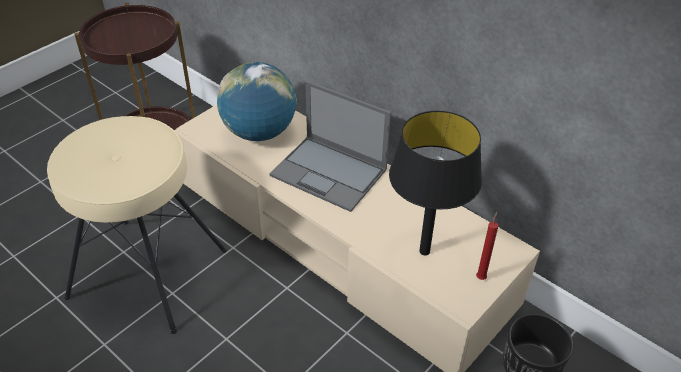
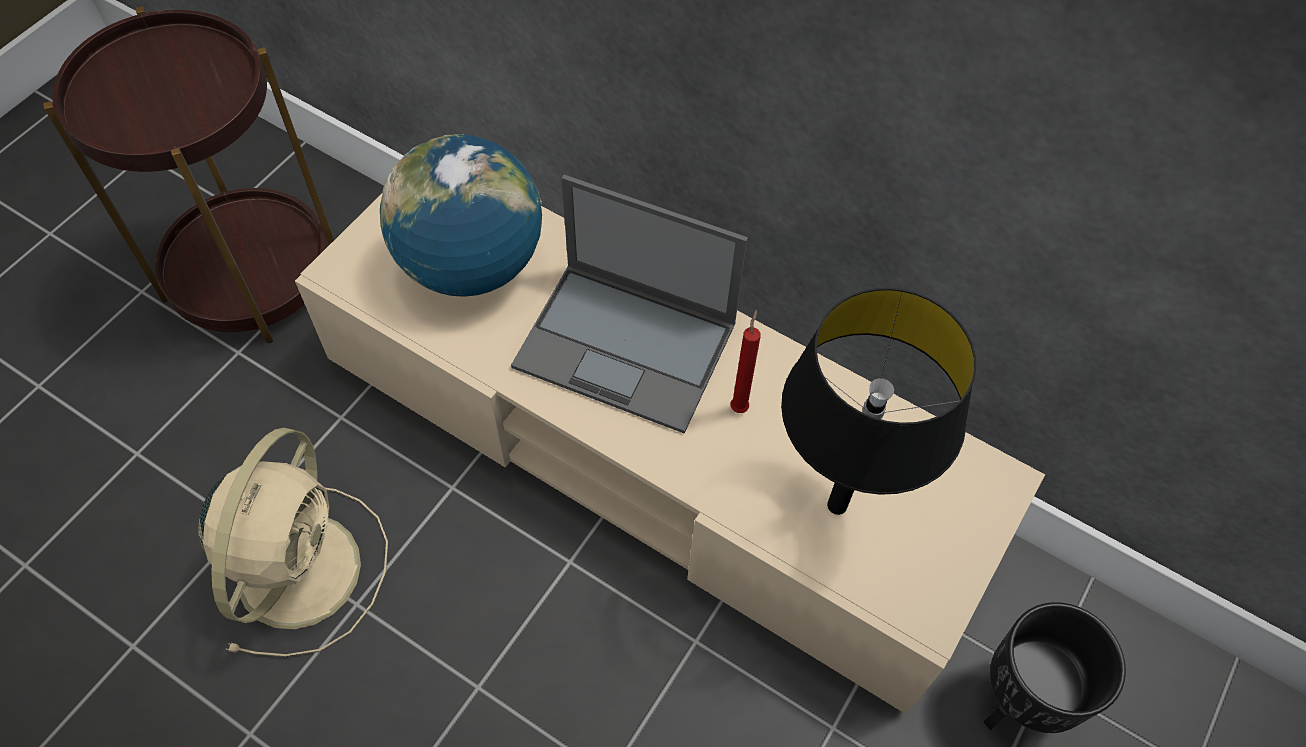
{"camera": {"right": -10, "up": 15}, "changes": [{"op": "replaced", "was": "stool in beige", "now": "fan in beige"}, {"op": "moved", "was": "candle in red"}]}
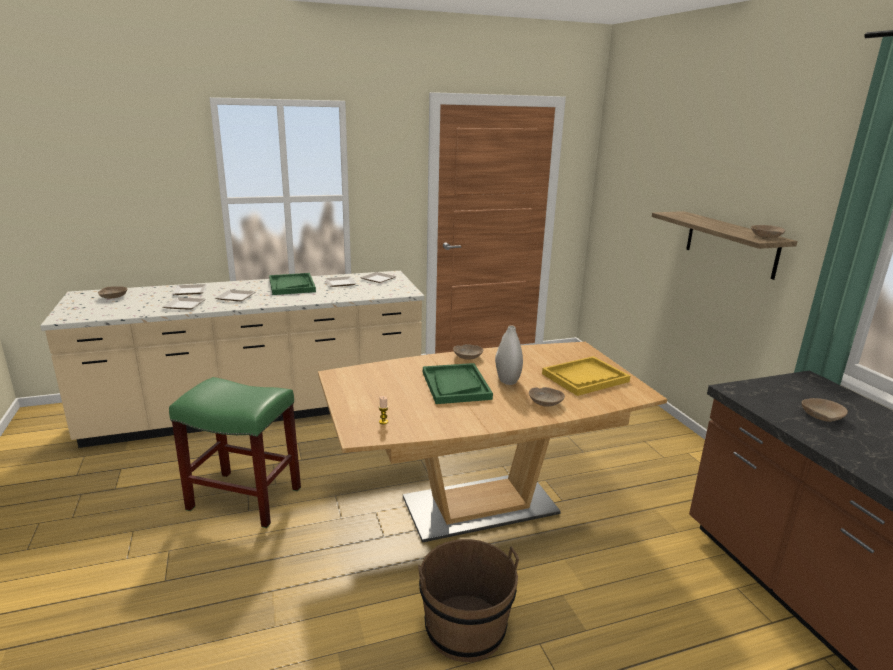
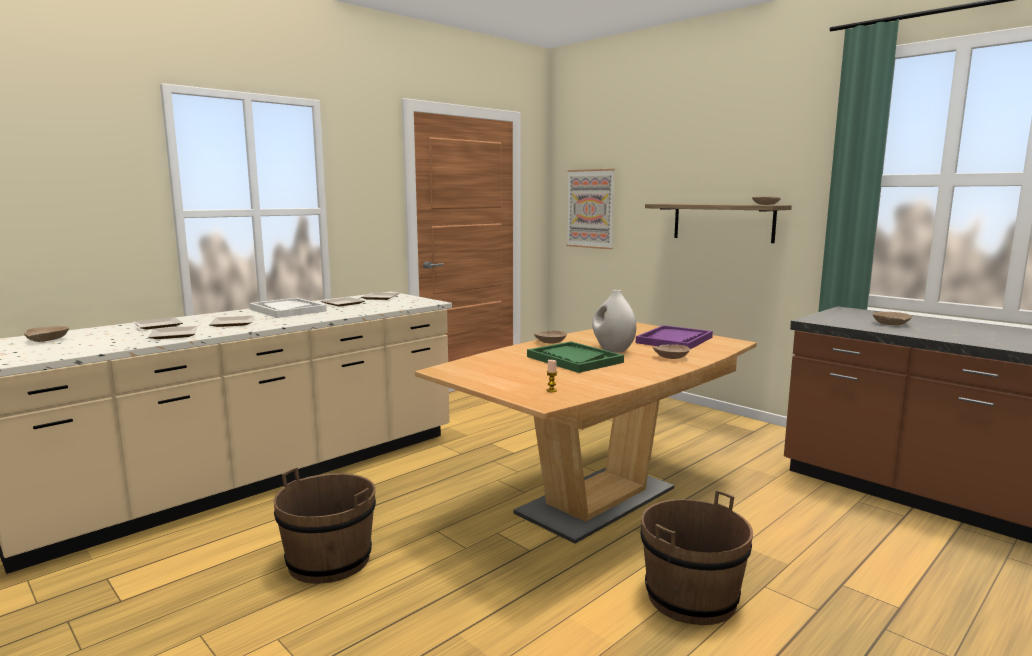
{"camera": {"right": -25, "up": -10}, "changes": [{"op": "replaced", "was": "stool in green", "now": "bucket in brown (1st from left)"}, {"op": "recoloured", "was": "tray in green (1st from left)", "now": "tray in white"}, {"op": "recoloured", "was": "tray in yellow", "now": "tray in purple"}, {"op": "added", "now": "picture"}]}
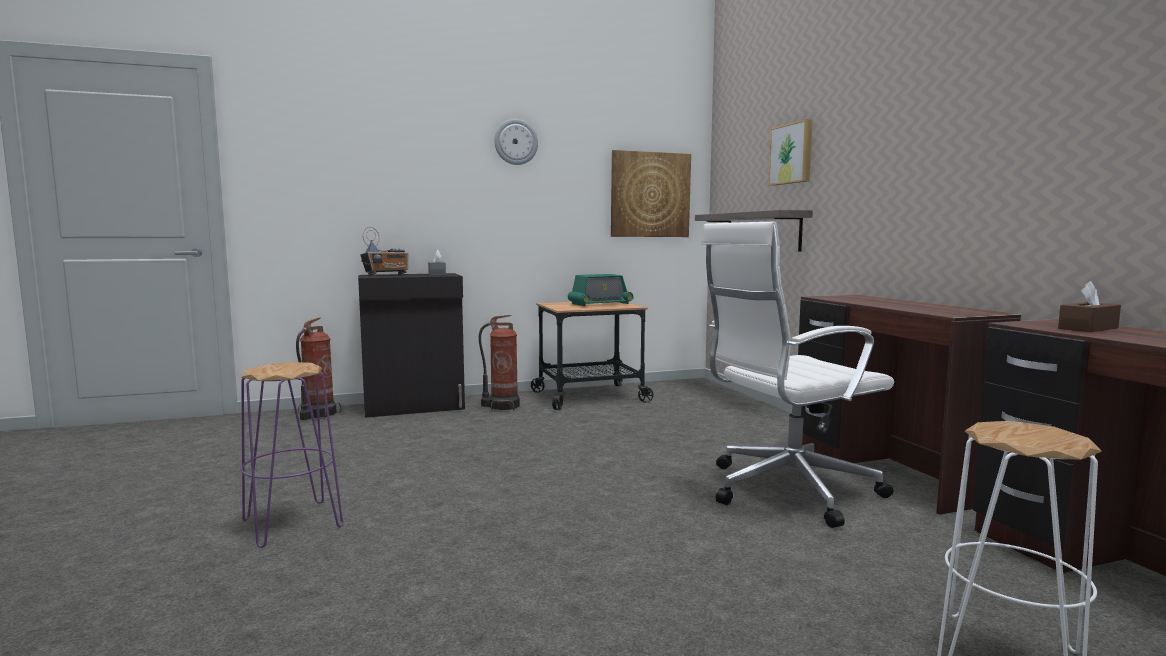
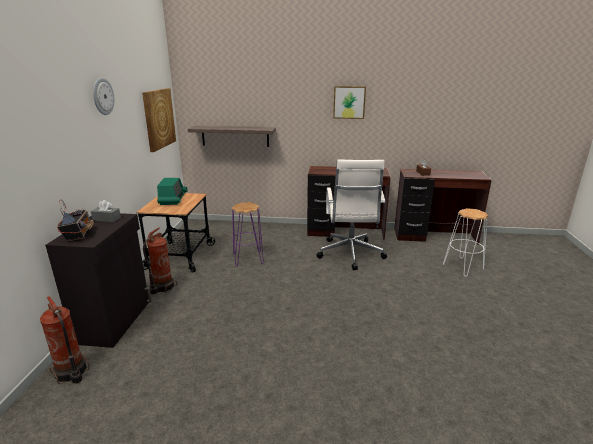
{"camera": {"right": -65, "up": 15}, "changes": [{"op": "moved", "was": "stool in purple"}, {"op": "moved", "was": "picture (2nd from left)"}]}
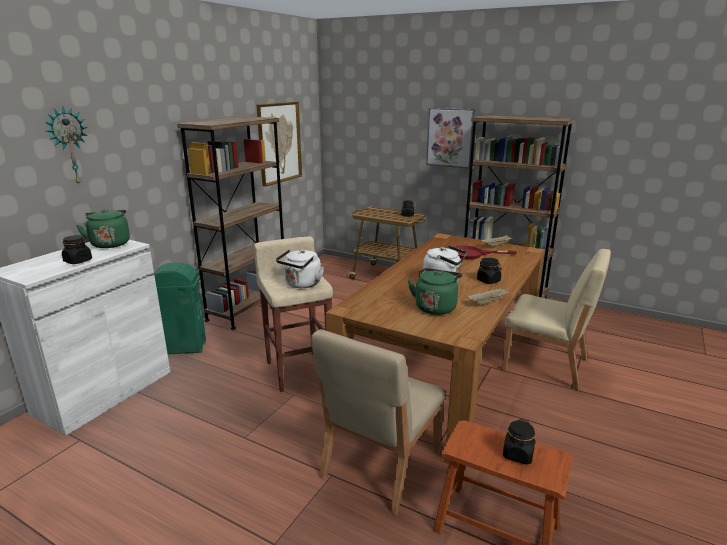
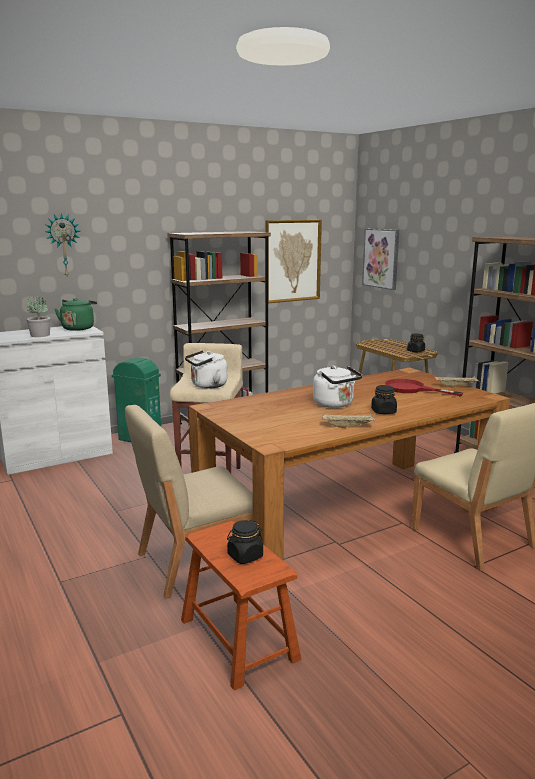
{"camera": {"right": 30, "up": -5}, "changes": [{"op": "replaced", "was": "jar in black (1st from left)", "now": "potted plant"}, {"op": "removed", "was": "kettle in green (2nd from left)"}, {"op": "moved", "was": "picture (2nd from left)"}]}
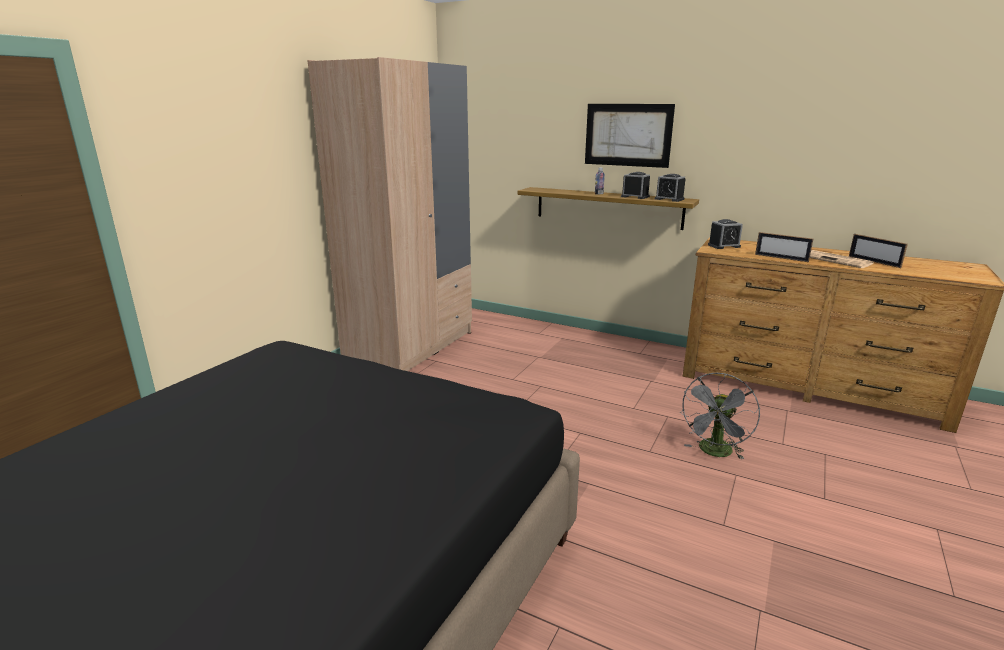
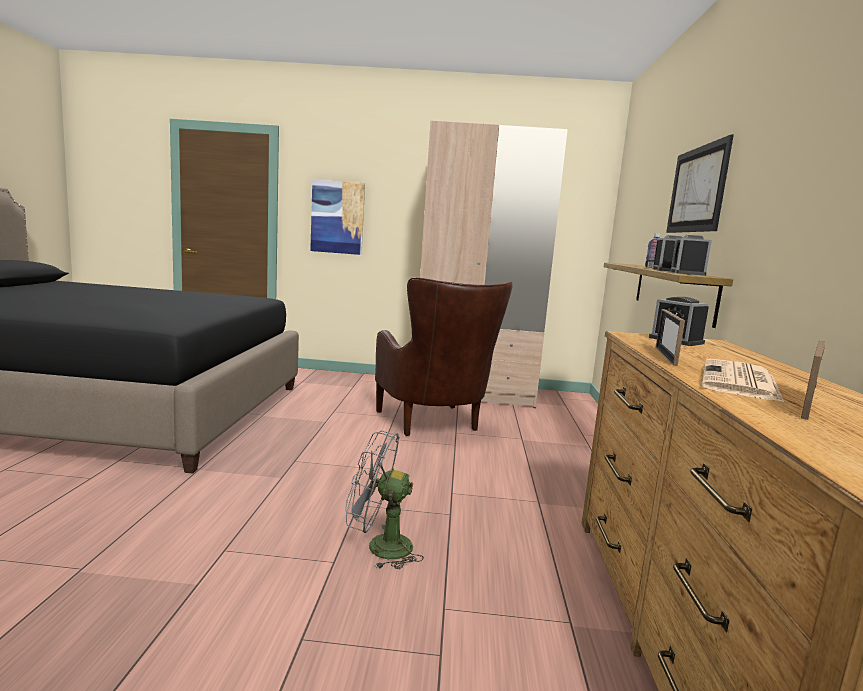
{"camera": {"right": 65, "up": -10}, "changes": [{"op": "added", "now": "picture (1st from left)"}, {"op": "added", "now": "armchair in brown"}]}
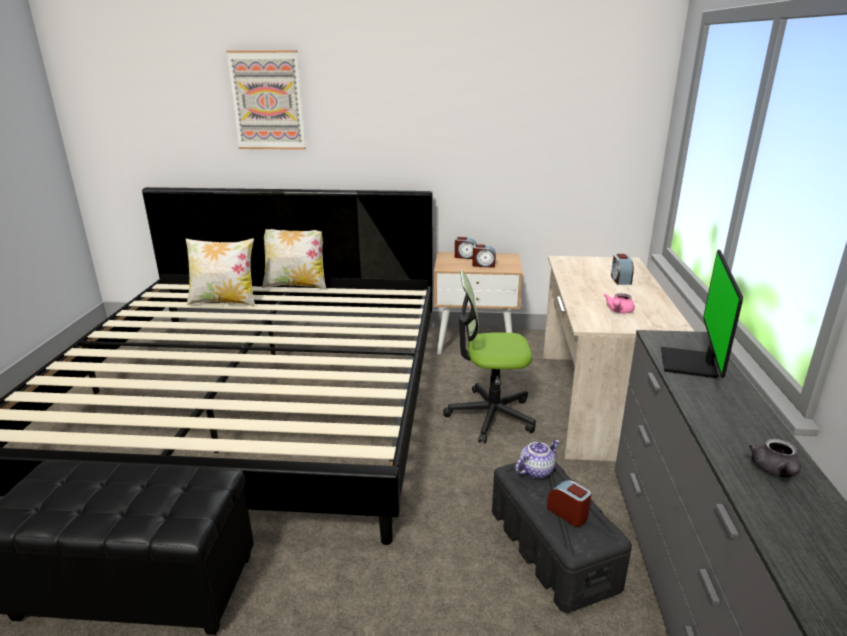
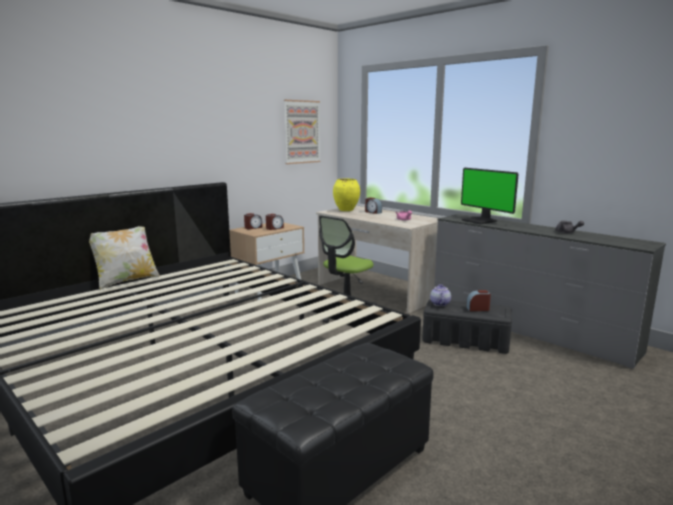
{"camera": {"right": -50, "up": -10}, "changes": [{"op": "removed", "was": "pillow (1st from left)"}, {"op": "moved", "was": "picture"}, {"op": "added", "now": "vase in yellow"}]}
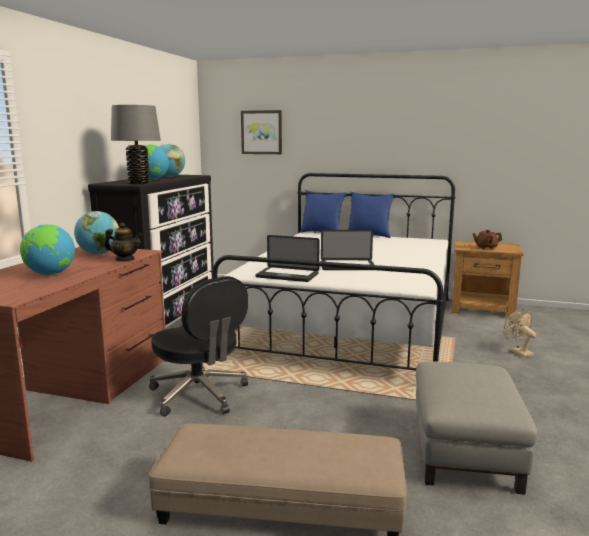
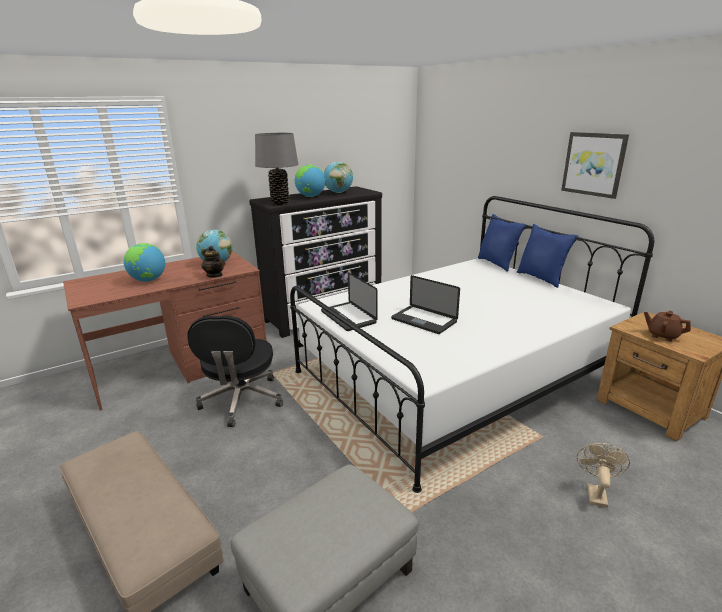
{"camera": {"right": 40, "up": 10}, "changes": [{"op": "moved", "was": "picture"}]}
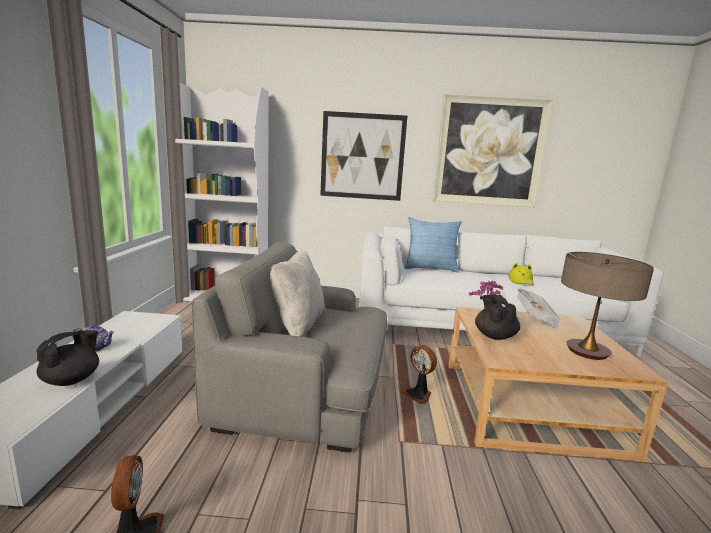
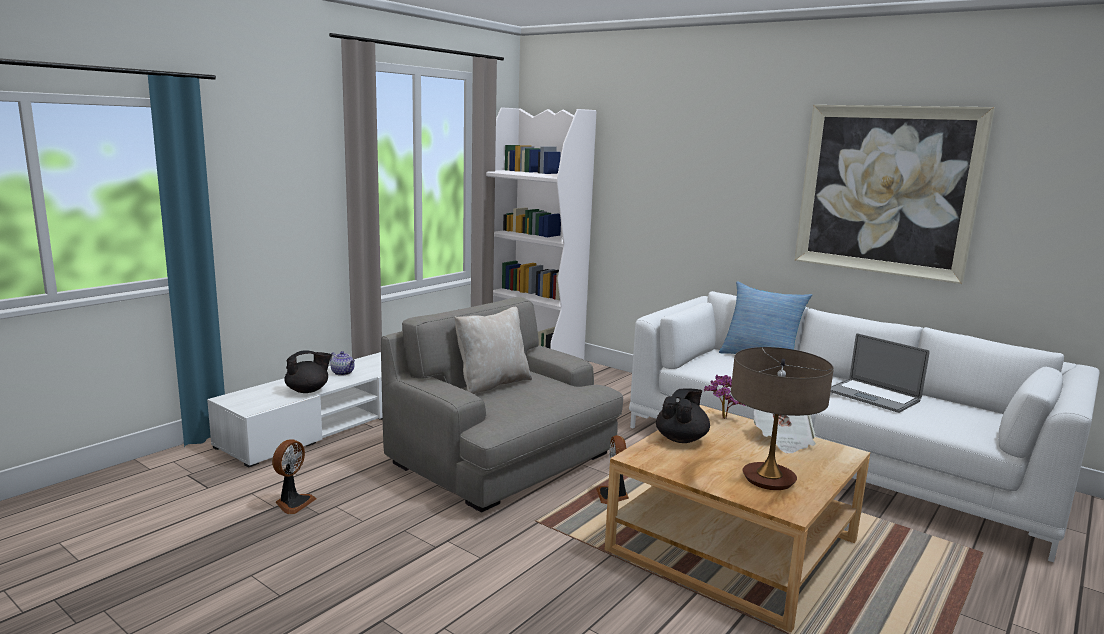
{"camera": {"right": 35, "up": 0}, "changes": [{"op": "removed", "was": "picture (1st from left)"}, {"op": "replaced", "was": "hat in yellow", "now": "laptop"}]}
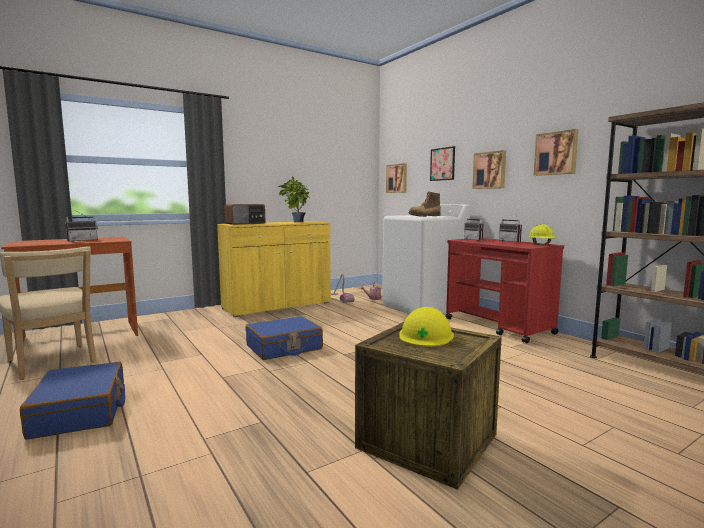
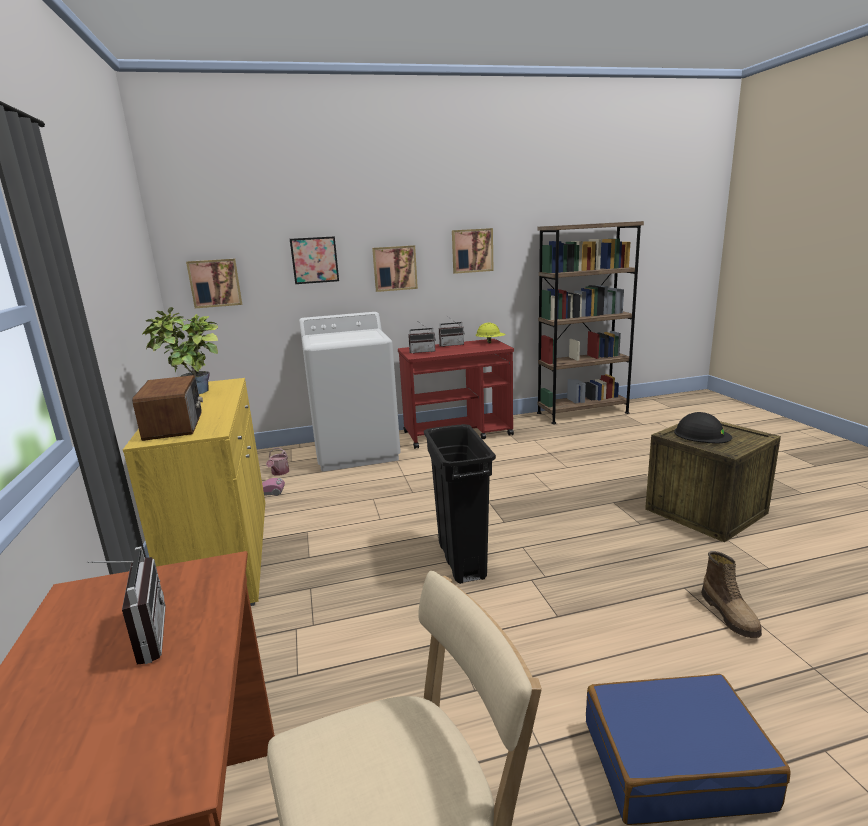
{"camera": {"right": -70, "up": 10}, "changes": [{"op": "replaced", "was": "suitcase in blue (2nd from left)", "now": "trash can in black"}, {"op": "recoloured", "was": "hard hat in yellow (1st from left)", "now": "hard hat in black"}, {"op": "moved", "was": "boot"}]}
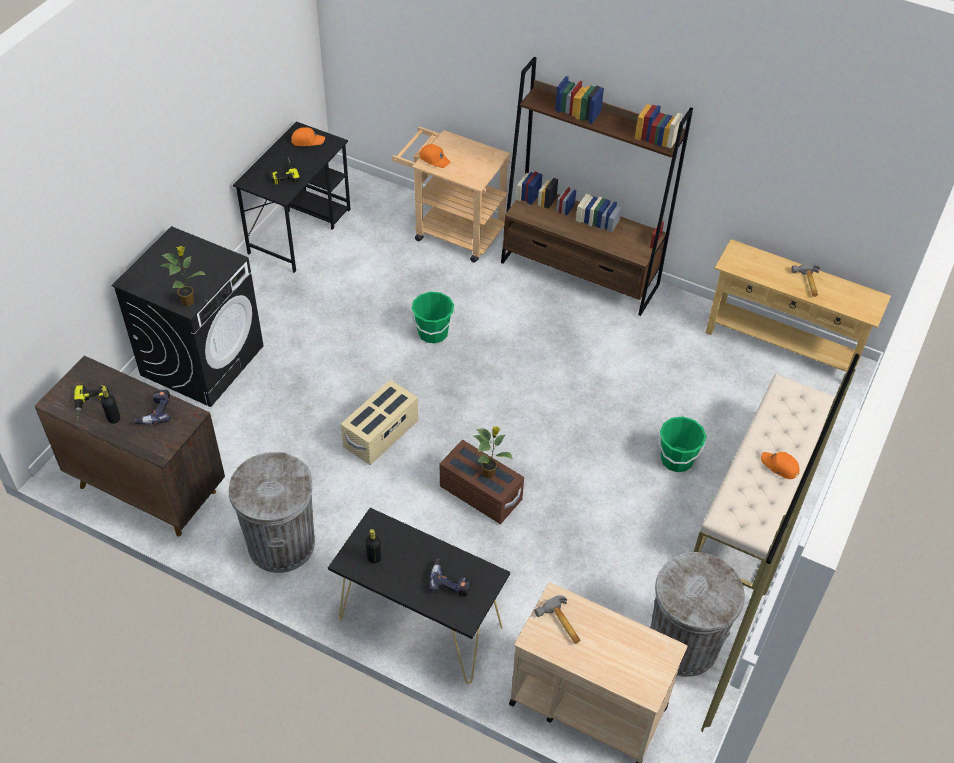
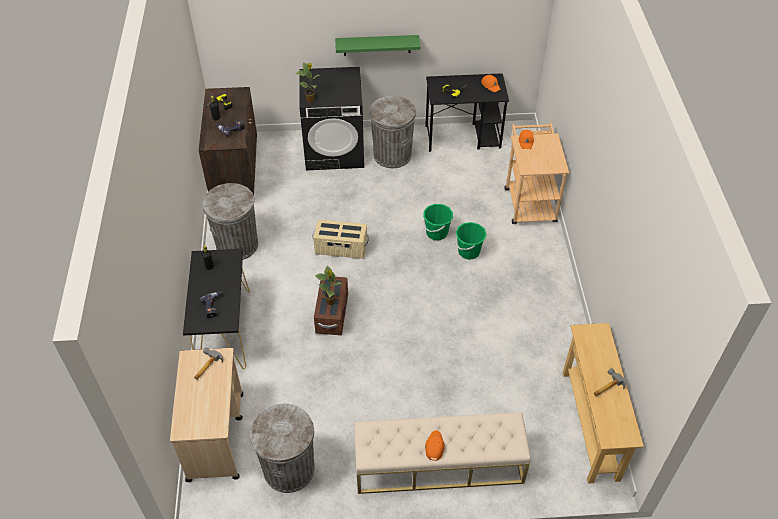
{"camera": {"right": 60, "up": 0}, "changes": [{"op": "removed", "was": "bookcase in brown"}, {"op": "moved", "was": "bucket in green (2nd from left)"}, {"op": "added", "now": "shelf in green"}, {"op": "added", "now": "trash can in grey (3rd from left)"}]}
